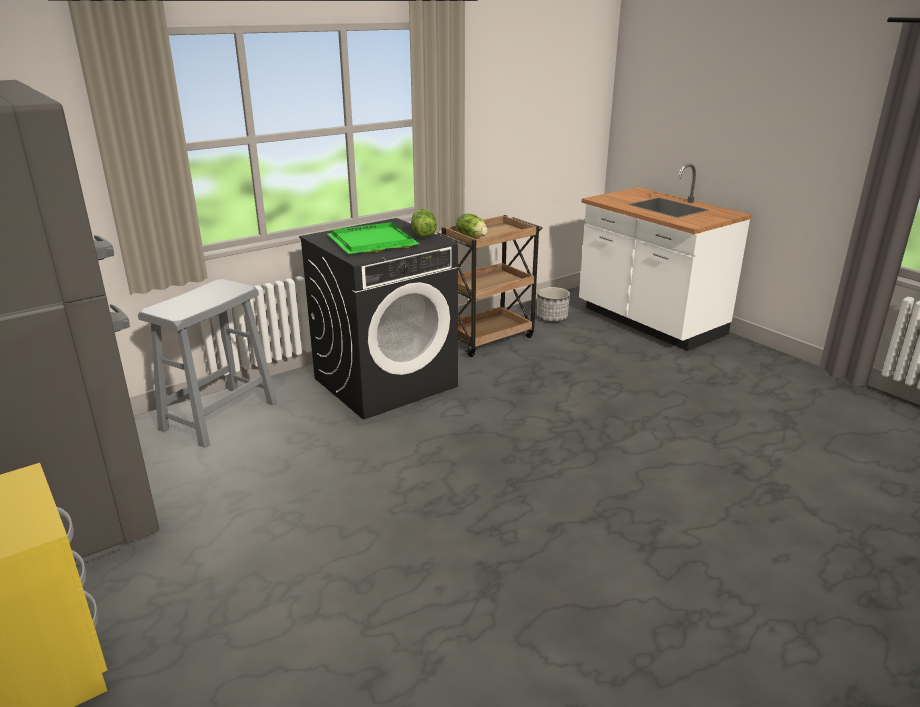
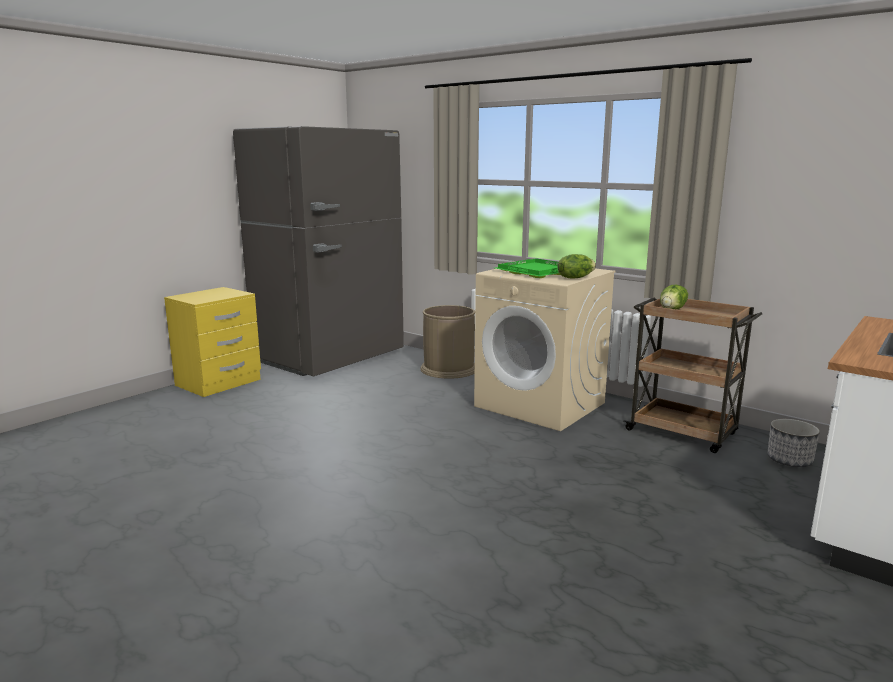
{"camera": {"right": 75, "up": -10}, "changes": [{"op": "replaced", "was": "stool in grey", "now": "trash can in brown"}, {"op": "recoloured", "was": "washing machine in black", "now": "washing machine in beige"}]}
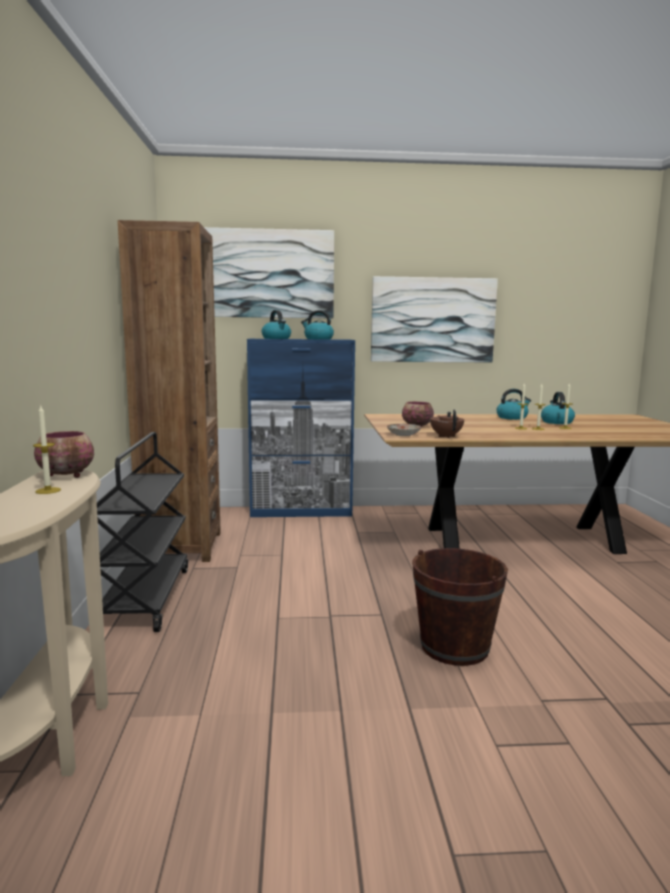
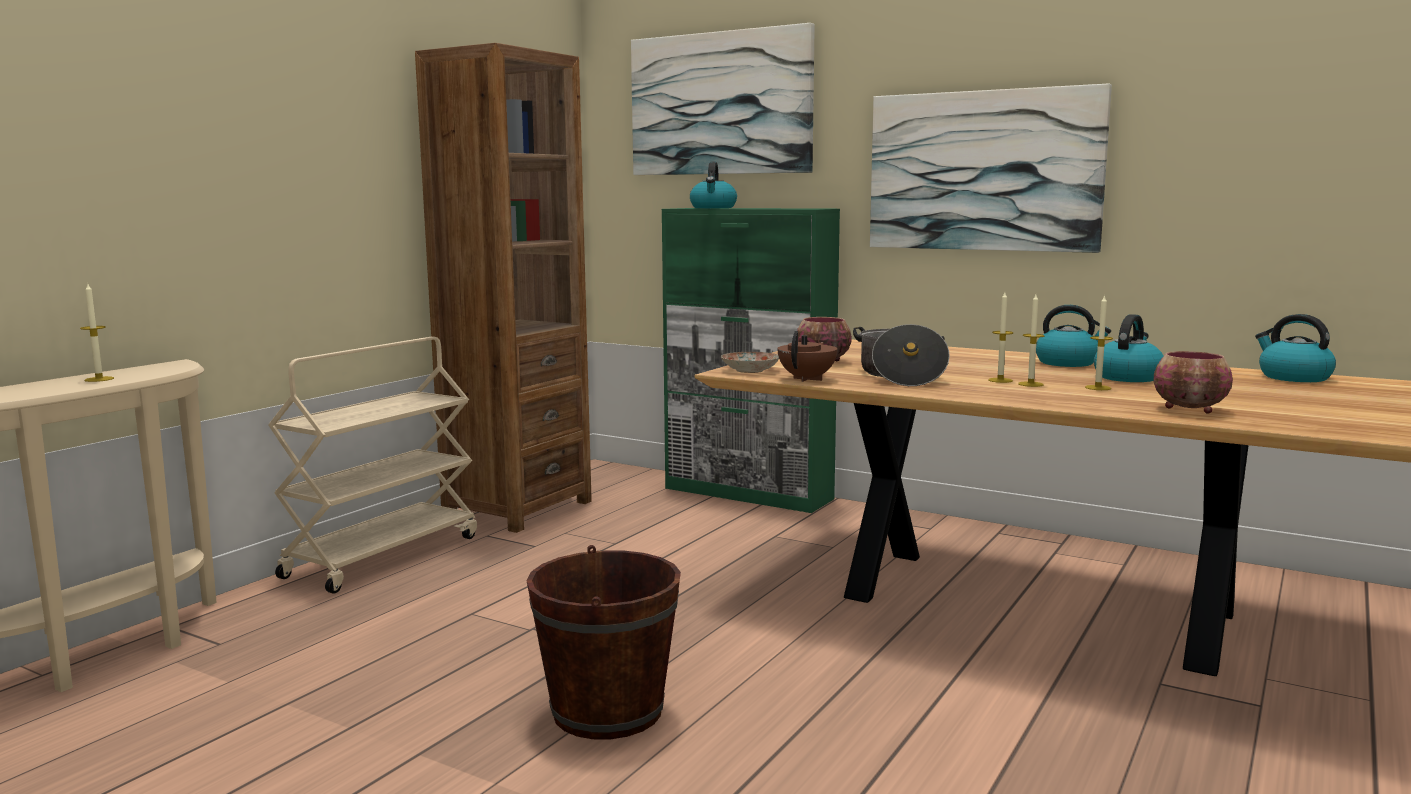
{"camera": {"right": 35, "up": 0}, "changes": [{"op": "moved", "was": "bowl (1st from left in the first image)", "now": "bowl (2nd from left)"}, {"op": "recoloured", "was": "cart in black", "now": "cart in beige"}, {"op": "recoloured", "was": "cabinet in blue", "now": "cabinet in green"}, {"op": "moved", "was": "kettle (2nd from left in the first image)", "now": "kettle (4th from left)"}, {"op": "added", "now": "cooking pot"}]}
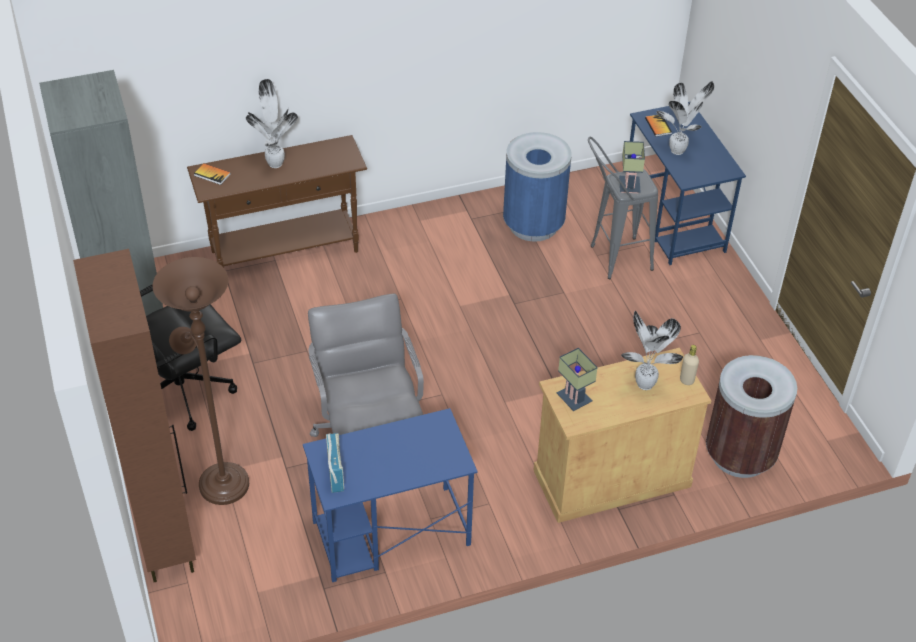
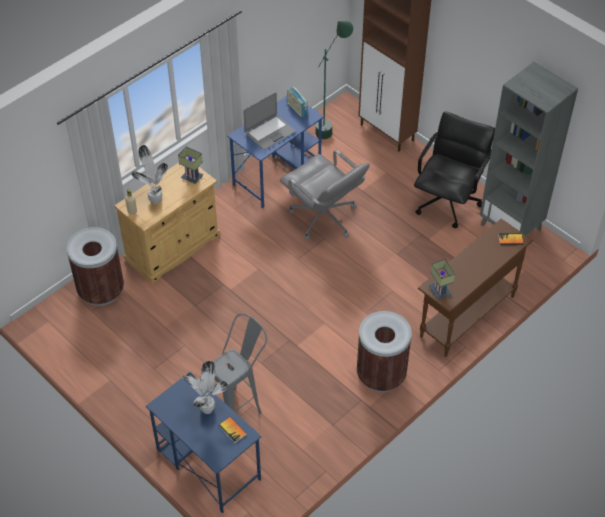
{"camera": {"right": 155, "up": 5}, "changes": [{"op": "removed", "was": "floor lamp in brown"}, {"op": "removed", "was": "potted plant (1st from left)"}, {"op": "removed", "was": "trash can in blue"}, {"op": "moved", "was": "table lamp (2nd from left)"}, {"op": "added", "now": "laptop"}, {"op": "added", "now": "floor lamp in green"}, {"op": "added", "now": "trash can in brown (2nd from left)"}]}
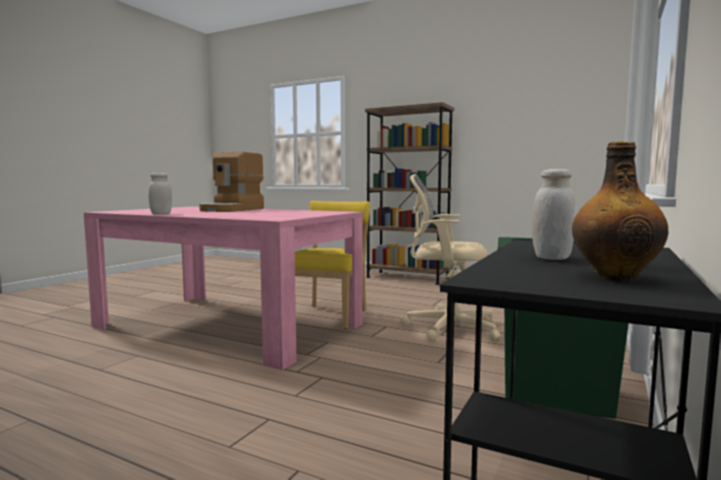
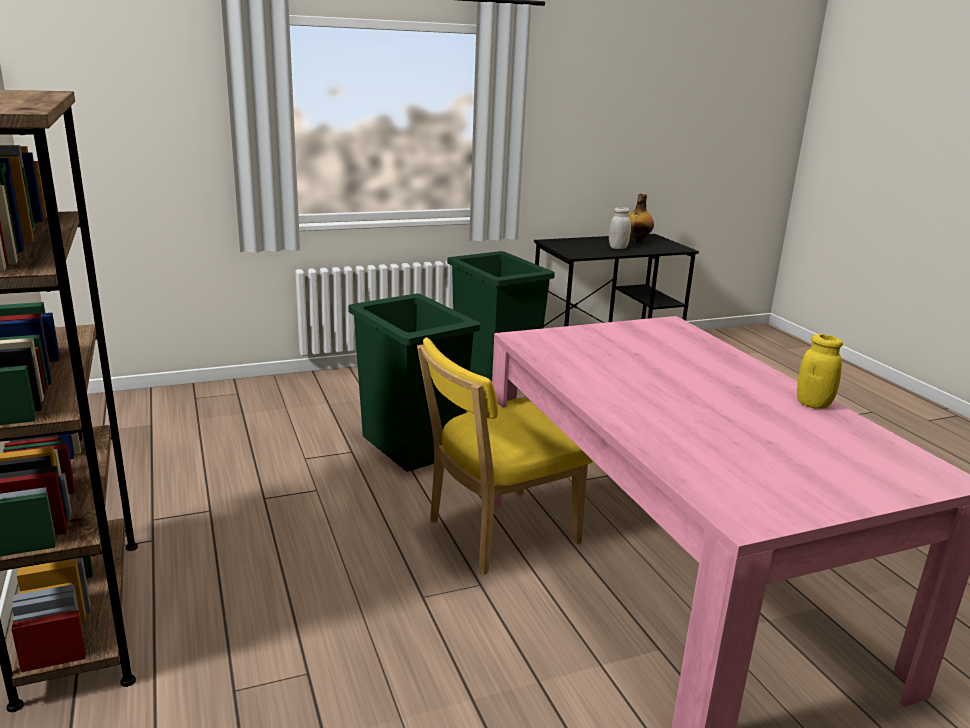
{"camera": {"right": -140, "up": 15}, "changes": [{"op": "recoloured", "was": "jar in white (1st from left)", "now": "jar in yellow"}, {"op": "removed", "was": "coffee machine"}, {"op": "replaced", "was": "office chair in beige", "now": "trash can in green (1st from left)"}]}
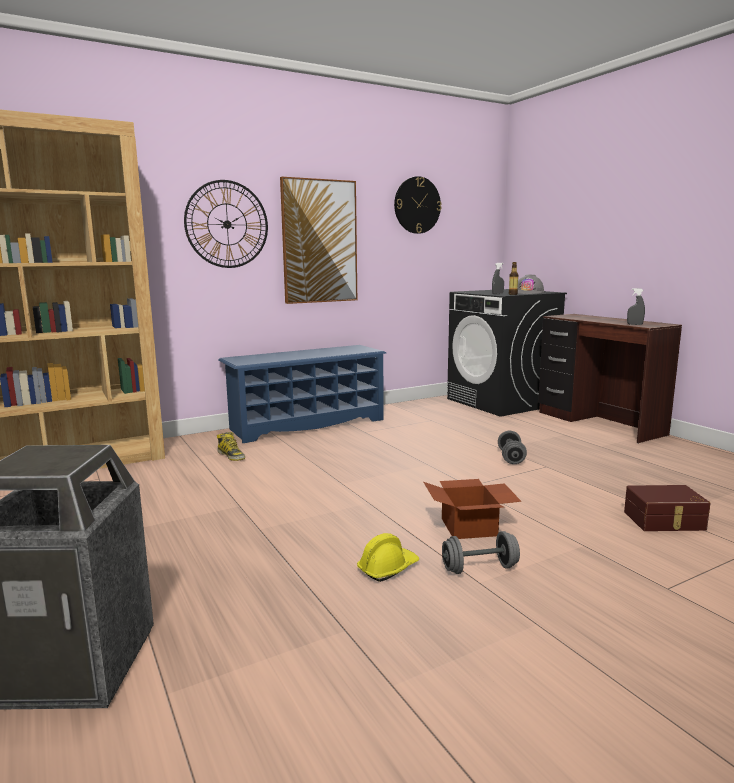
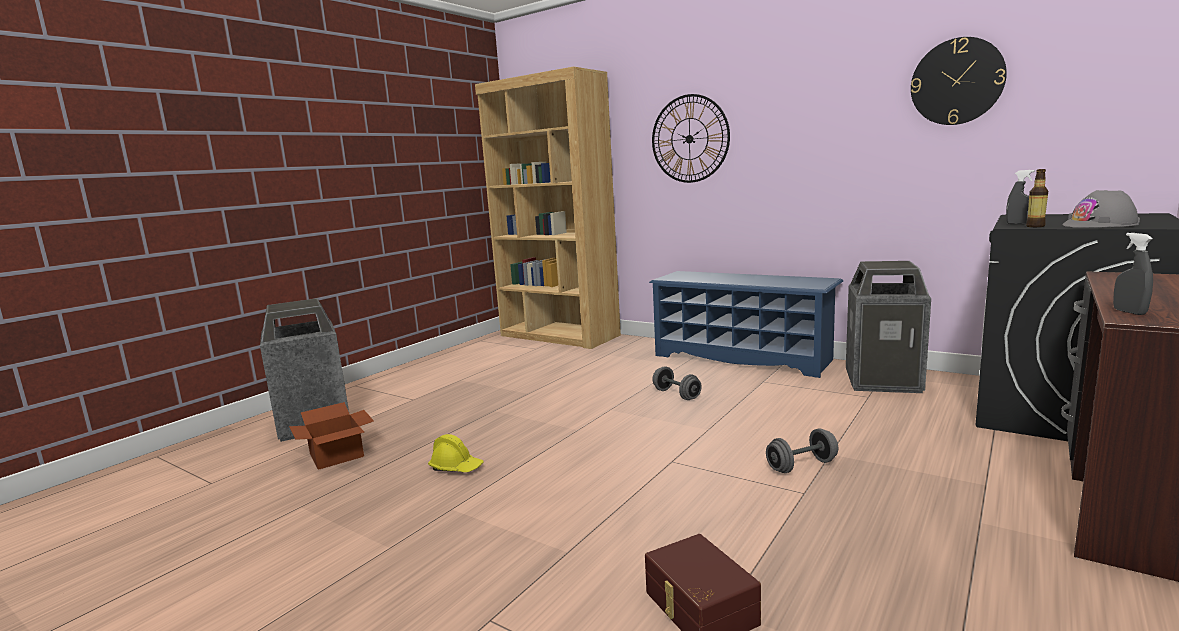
{"camera": {"right": 65, "up": 0}, "changes": [{"op": "removed", "was": "boot"}, {"op": "removed", "was": "picture"}, {"op": "moved", "was": "cardboard box"}, {"op": "moved", "was": "dumbbell in grey (1st from left)"}, {"op": "added", "now": "trash can (2nd from left)"}]}
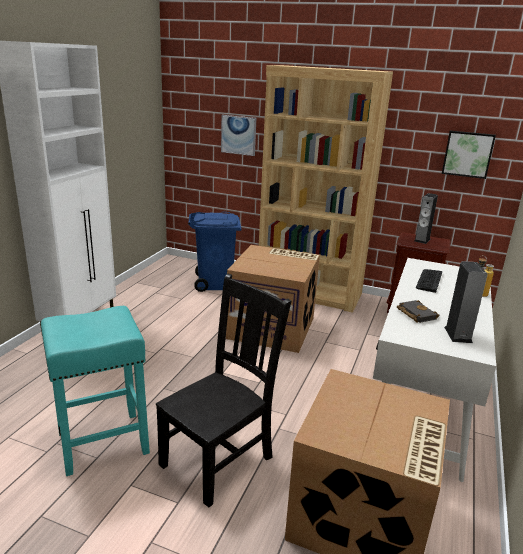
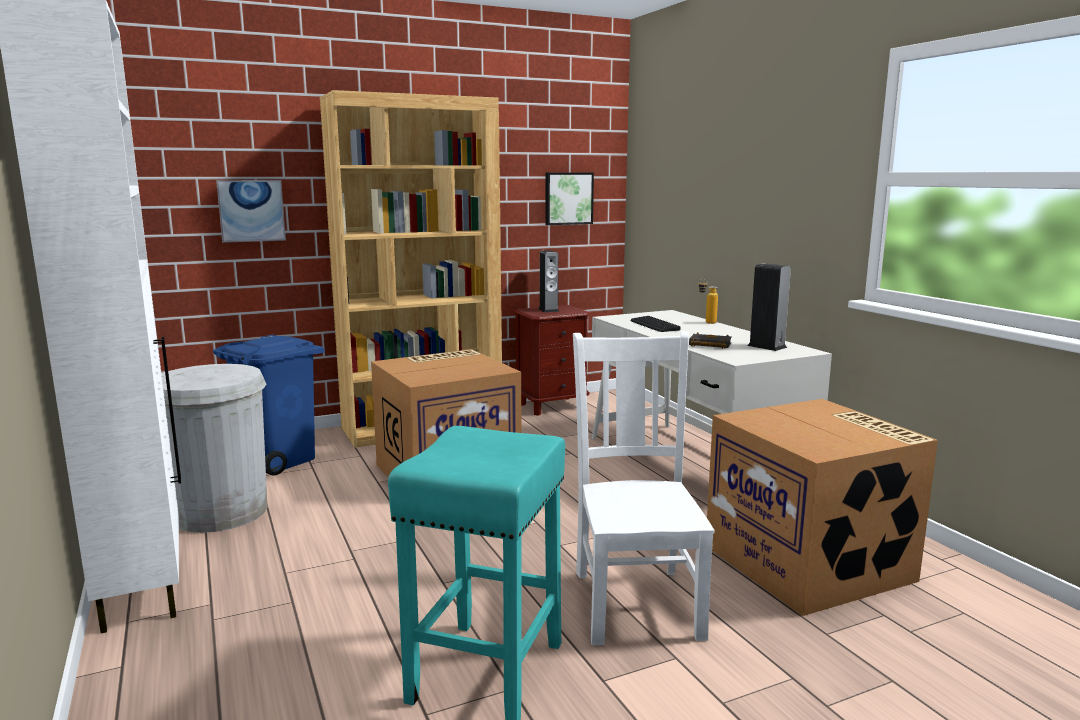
{"camera": {"right": -45, "up": -10}, "changes": [{"op": "recoloured", "was": "chair in black", "now": "chair in white"}, {"op": "added", "now": "trash can in white"}]}
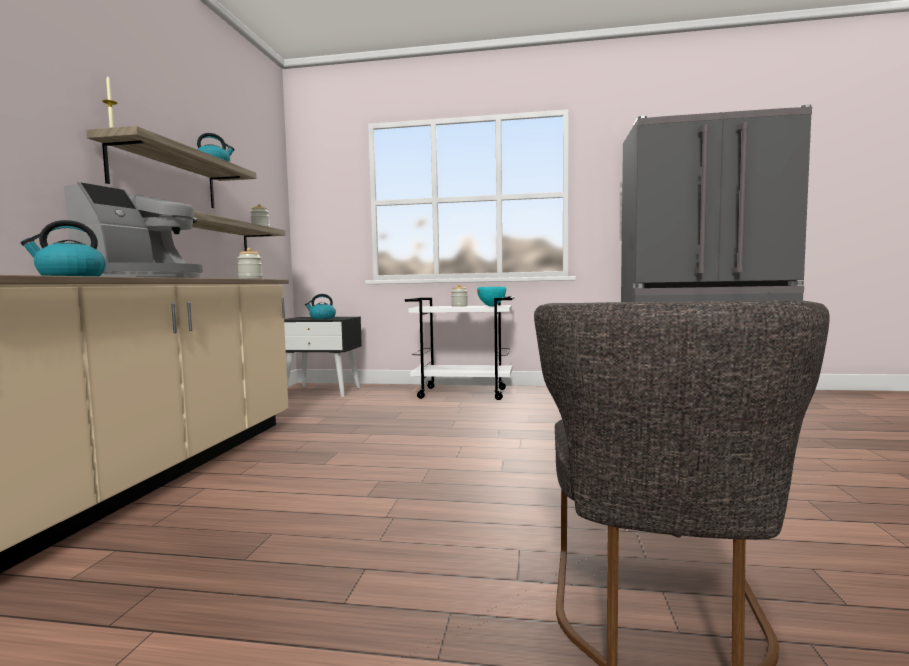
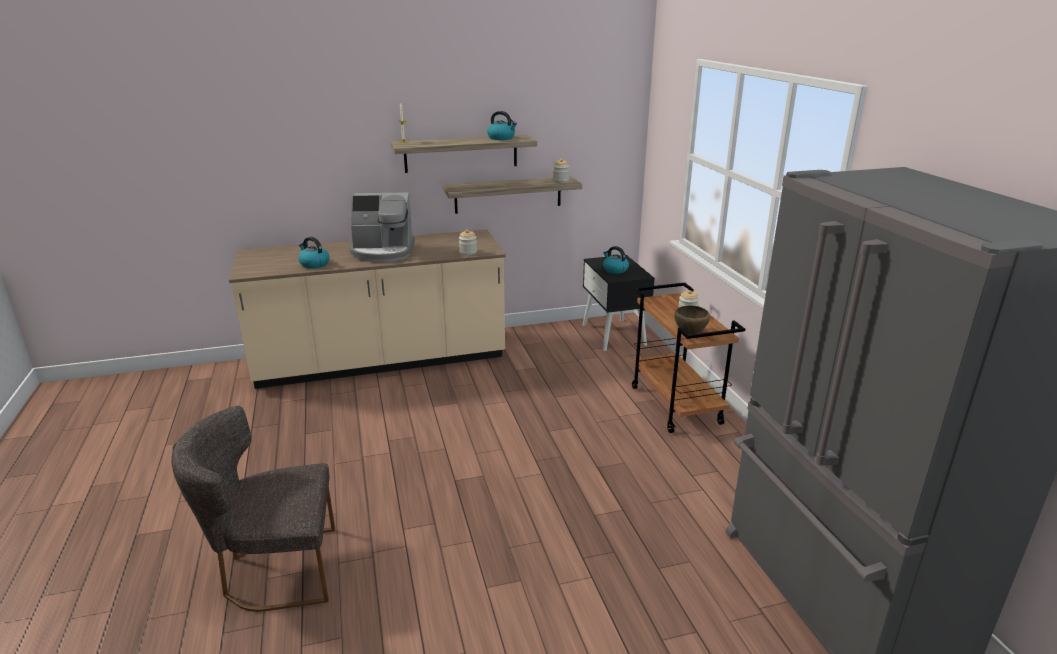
{"camera": {"right": 65, "up": 20}, "changes": [{"op": "recoloured", "was": "cart in white", "now": "cart in brown"}, {"op": "recoloured", "was": "bowl in turquoise", "now": "bowl in brown"}]}
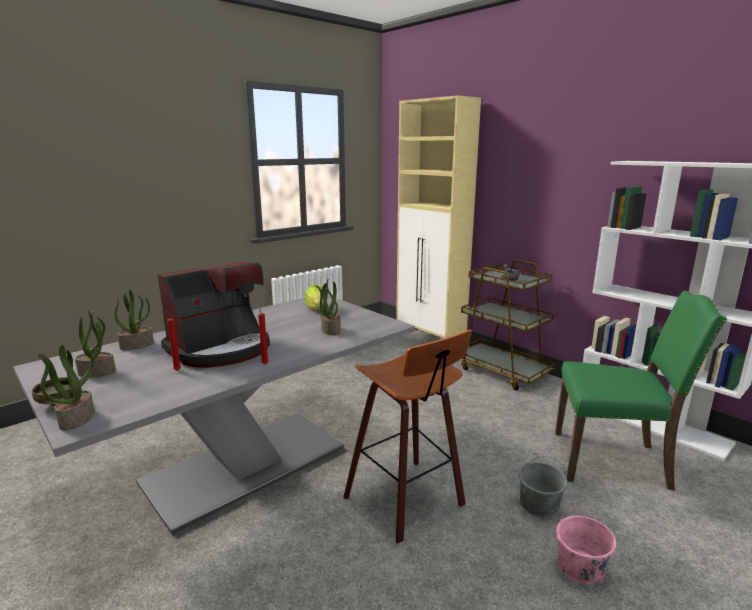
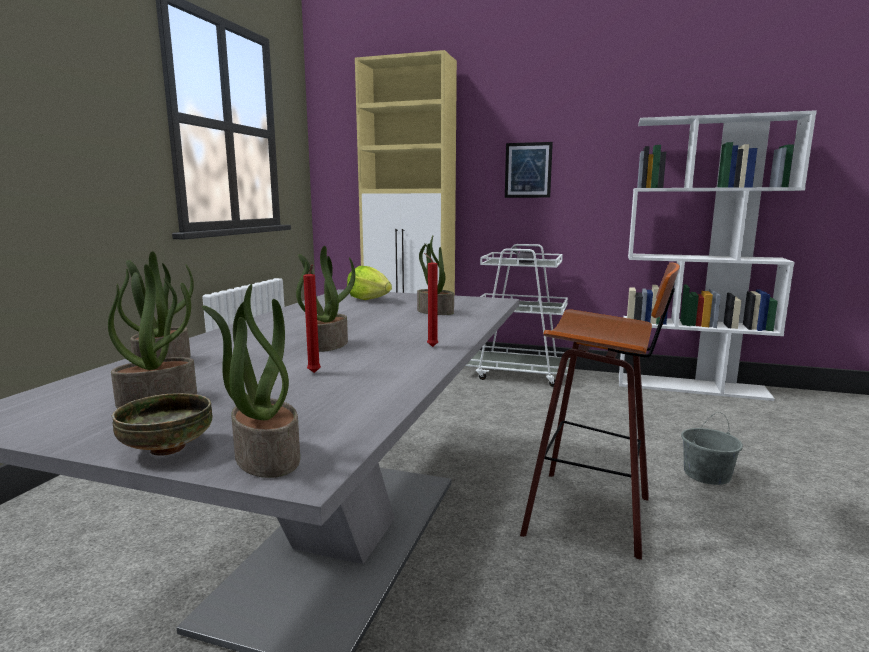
{"camera": {"right": -30, "up": -5}, "changes": [{"op": "replaced", "was": "coffee machine", "now": "potted plant (4th from left)"}, {"op": "recoloured", "was": "cart in brown", "now": "cart in white"}, {"op": "removed", "was": "chair in green"}, {"op": "removed", "was": "bucket in pink"}, {"op": "added", "now": "picture"}]}
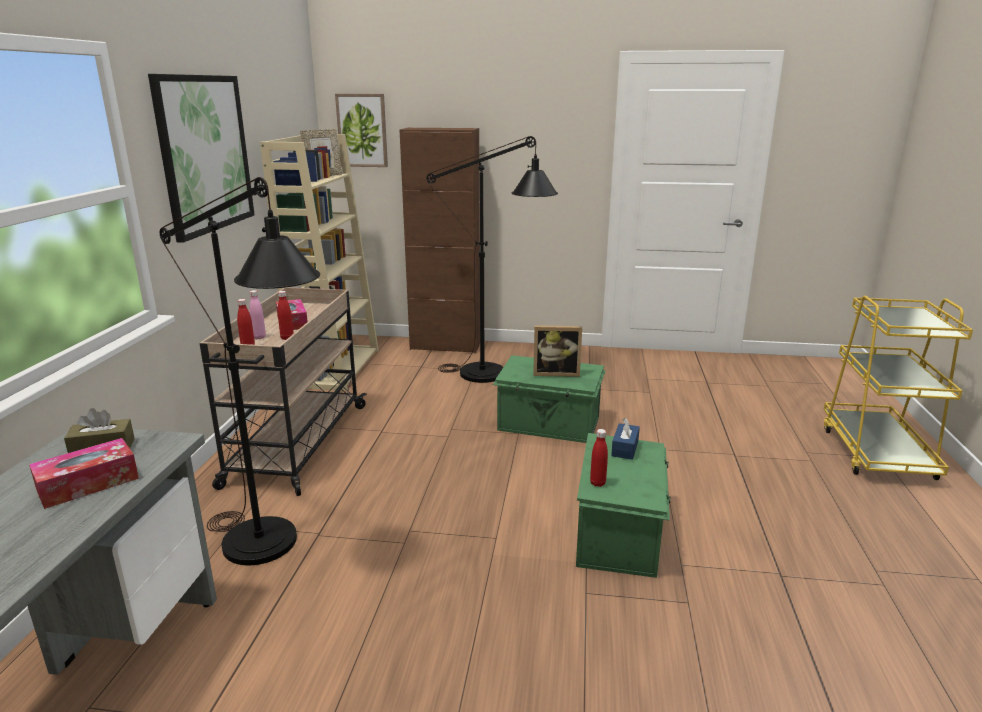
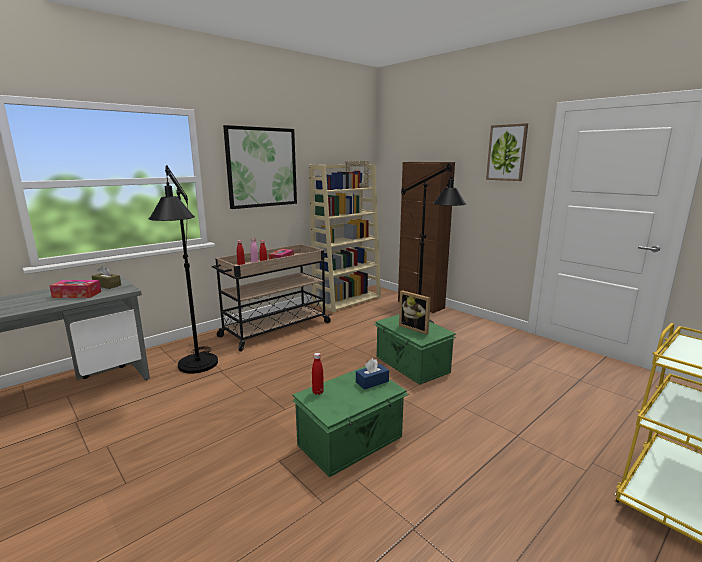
{"camera": {"right": 40, "up": -5}, "changes": [{"op": "moved", "was": "picture (2nd from left)"}]}
